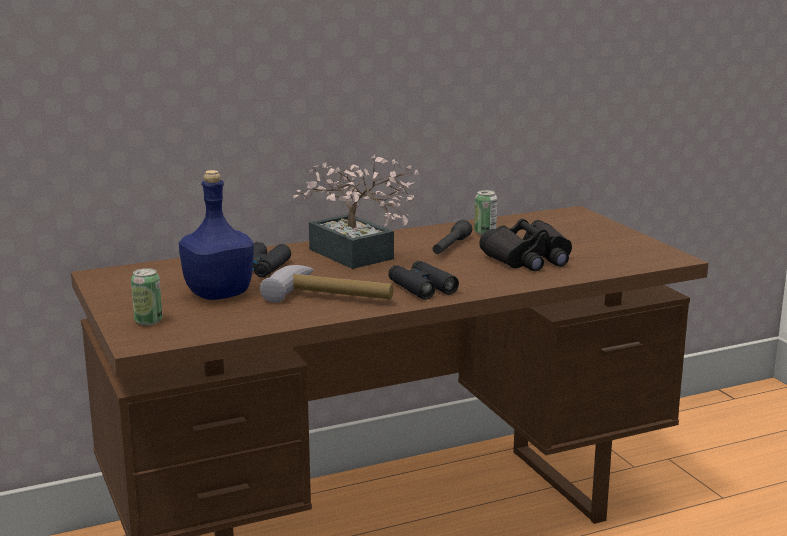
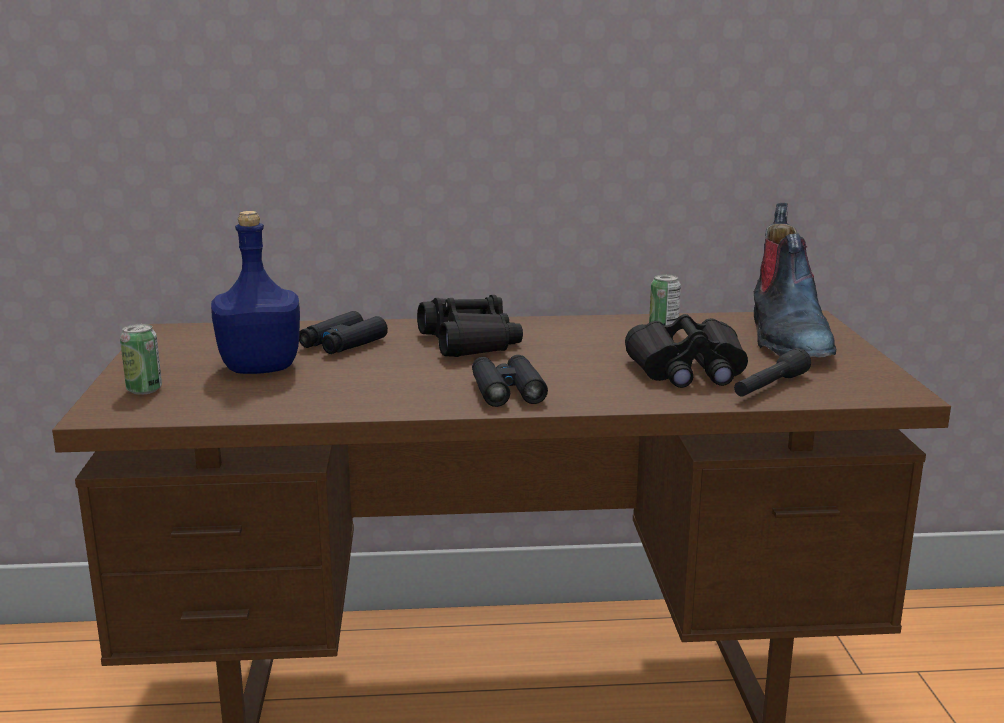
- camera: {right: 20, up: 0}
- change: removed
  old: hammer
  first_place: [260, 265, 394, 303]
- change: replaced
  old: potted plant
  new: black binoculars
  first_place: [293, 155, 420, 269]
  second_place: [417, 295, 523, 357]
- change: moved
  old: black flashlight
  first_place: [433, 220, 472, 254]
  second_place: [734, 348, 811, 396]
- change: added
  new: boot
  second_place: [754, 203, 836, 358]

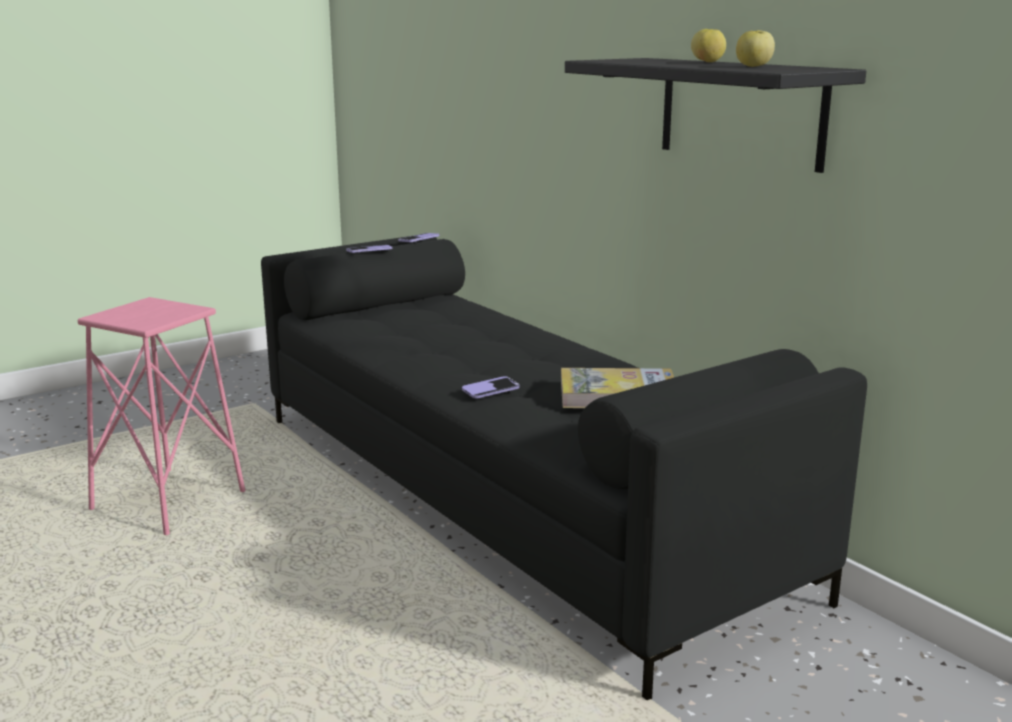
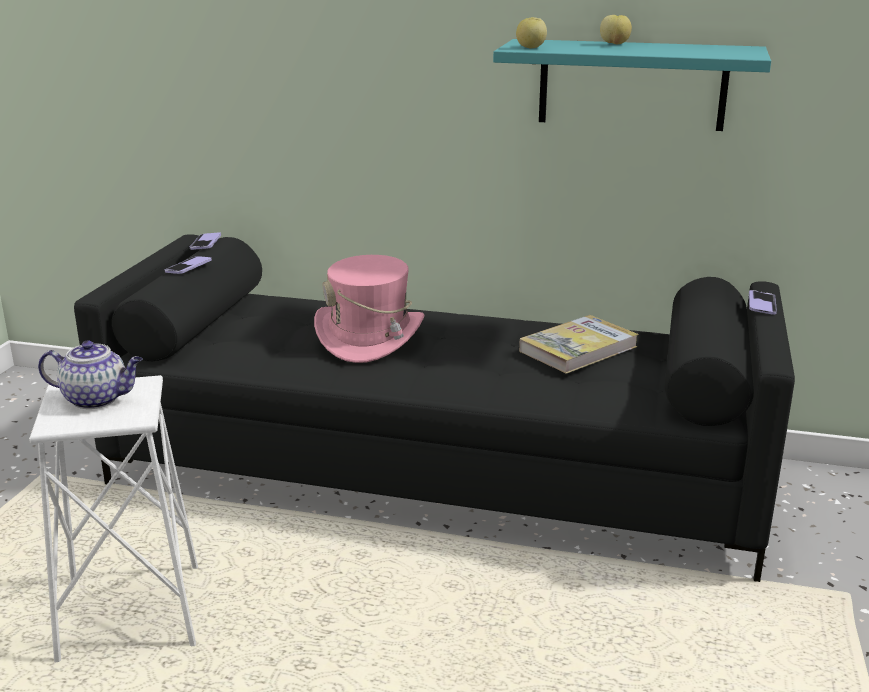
- camera: {right: -40, up: 5}
- change: recoloured
  old: pink stool
  new: white stool
  first_place: [77, 297, 246, 535]
  second_place: [29, 375, 198, 662]
- change: moved
  old: phone
  first_place: [462, 376, 520, 399]
  second_place: [749, 290, 777, 315]
- change: recoloured
  old: black shelf
  new: turquoise shelf
  first_place: [565, 58, 866, 173]
  second_place: [493, 39, 771, 131]
- change: moved
  old: apple
  first_place: [736, 30, 775, 67]
  second_place: [516, 17, 547, 48]
- change: added
  new: teapot
  second_place: [38, 341, 143, 409]
- change: added
  new: pink hat
  second_place: [314, 255, 424, 363]

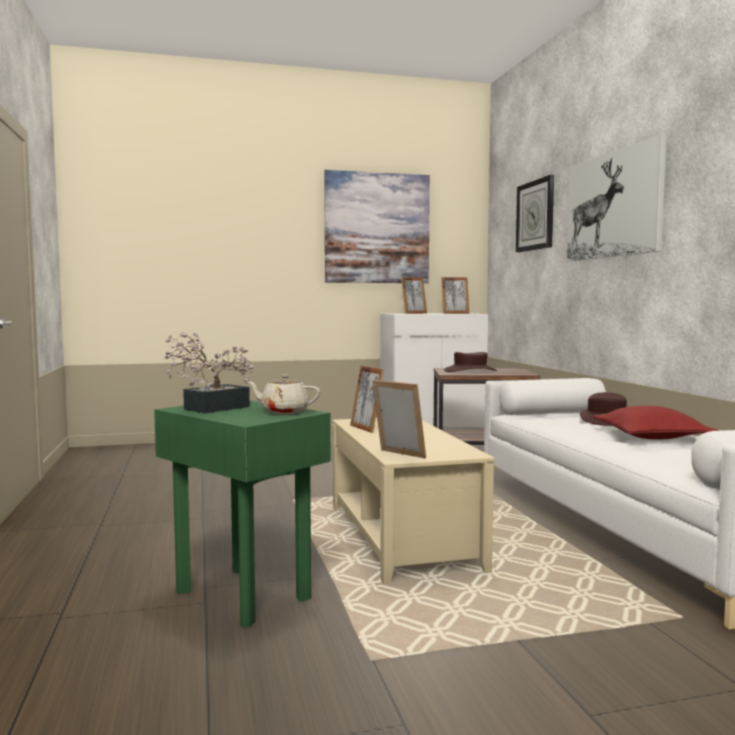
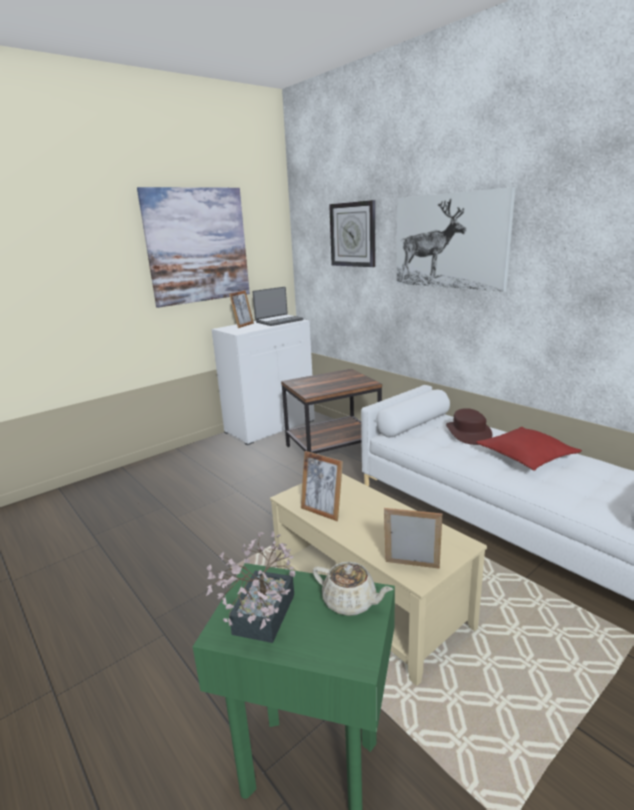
- camera: {right: -25, up: 15}
- change: turned
  old: beige teapot
  first_place: [247, 374, 320, 414]
  second_place: [312, 562, 393, 616]
  degrees: -135
- change: replaced
  old: picture frame
  new: laptop
  first_place: [441, 277, 469, 314]
  second_place: [253, 287, 303, 326]
- change: removed
  old: brown hat
  first_place: [444, 352, 497, 372]

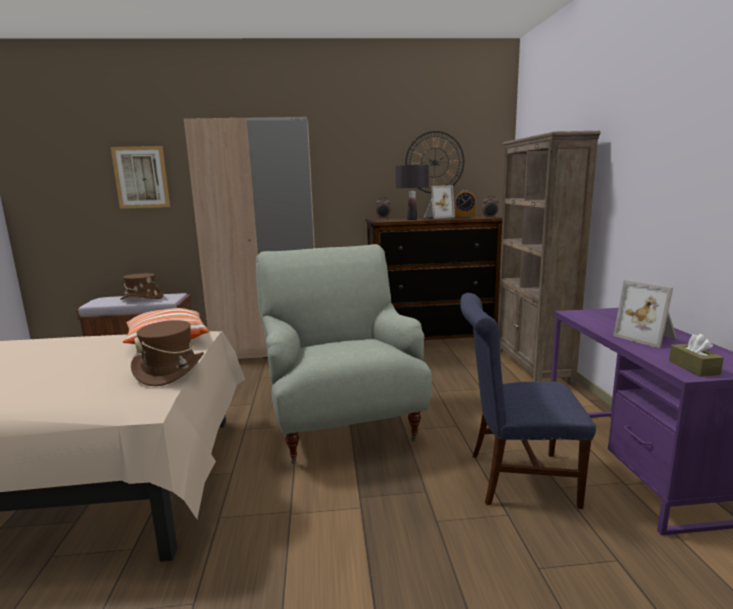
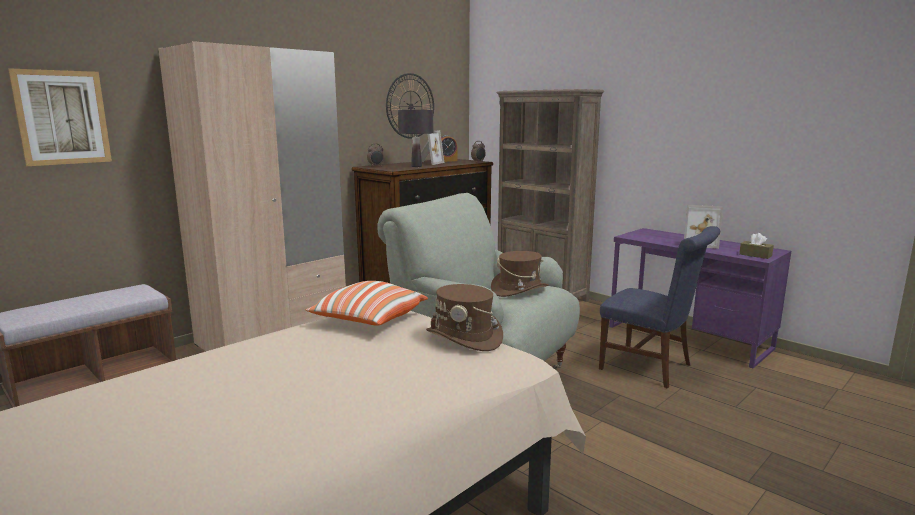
- camera: {right: -40, up: 0}
- change: moved
  old: brown hat
  first_place: [120, 273, 163, 300]
  second_place: [491, 251, 548, 297]
- change: turned
  old: blue chair
  first_place: [460, 293, 596, 509]
  second_place: [599, 226, 720, 388]
  degrees: -105

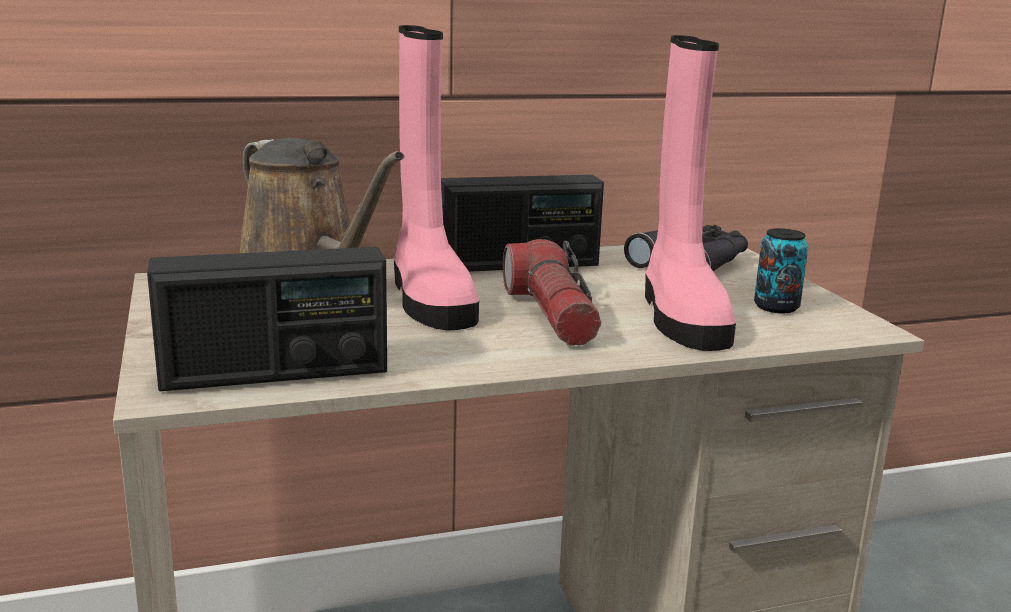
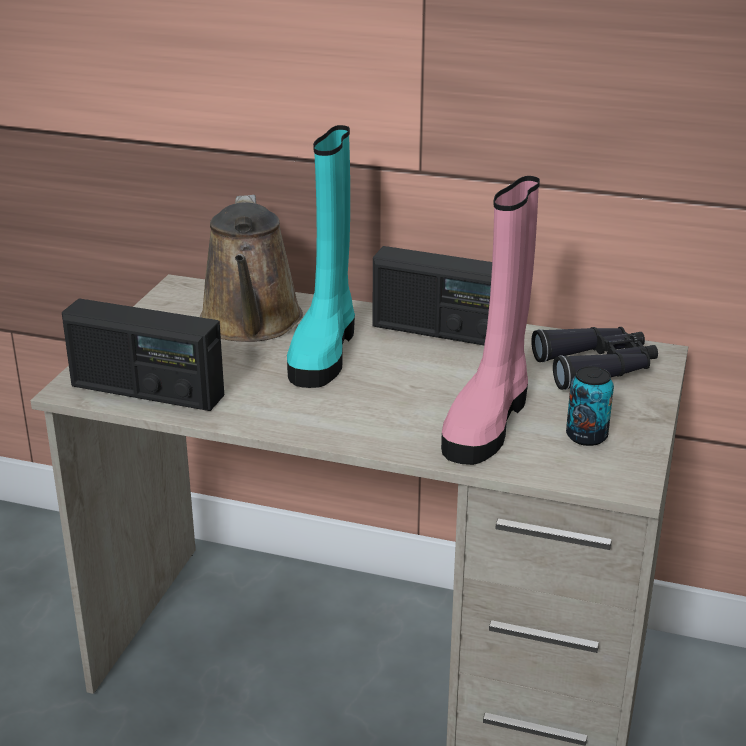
- camera: {right: 35, up: 10}
- change: recoloured
  old: pink boot
  new: turquoise boot
  first_place: [394, 25, 479, 330]
  second_place: [287, 125, 355, 388]
- change: removed
  old: flashlight
  first_place: [503, 239, 601, 346]

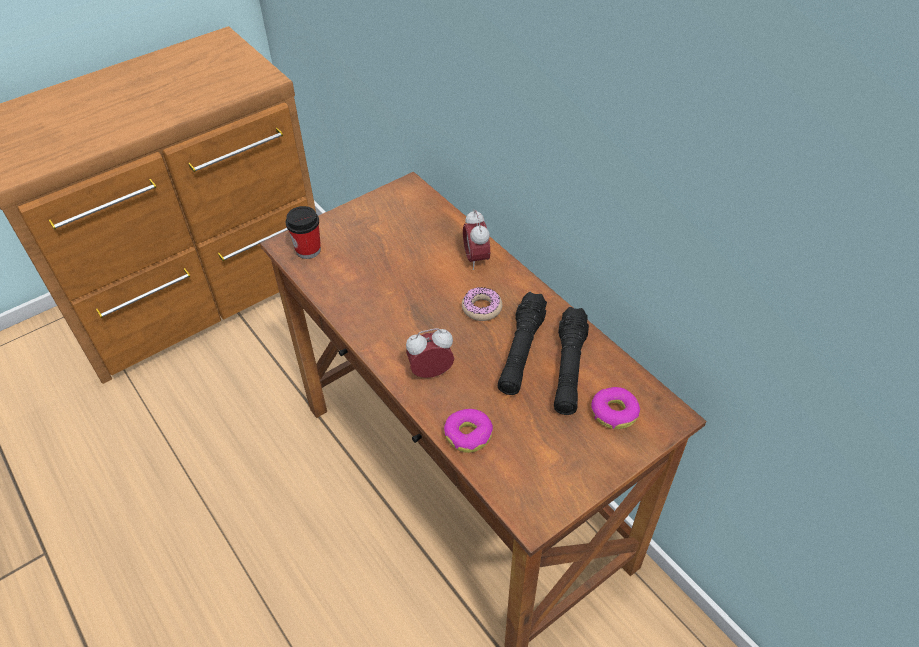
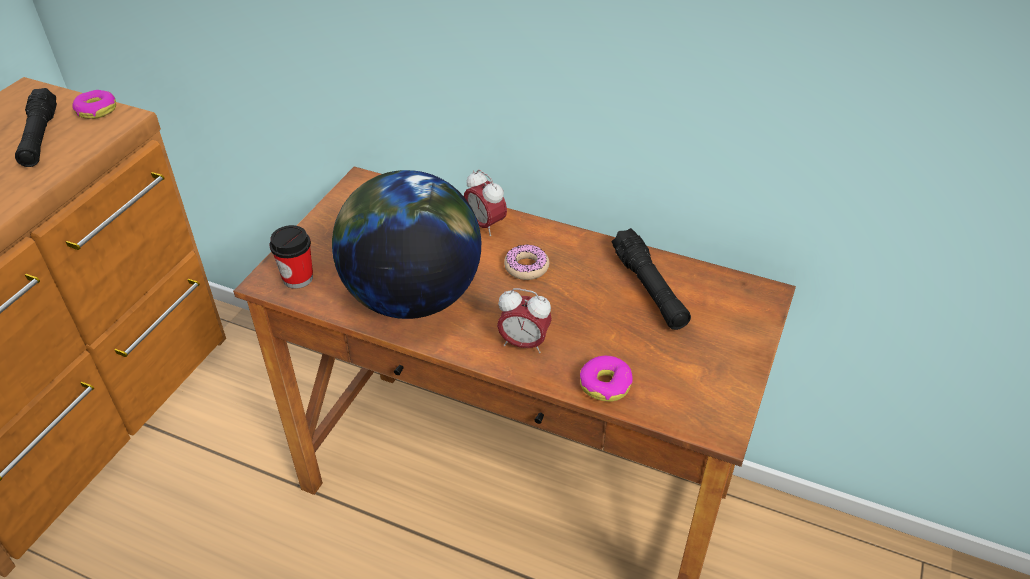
- camera: {right: -30, up: -5}
- change: turned
  old: alarm clock
  first_place: [406, 328, 454, 378]
  second_place: [497, 288, 552, 353]
  degrees: -120
- change: moved
  old: black flashlight
  first_place: [498, 292, 547, 395]
  second_place: [15, 88, 57, 167]
- change: moved
  old: donut
  first_place: [591, 387, 640, 429]
  second_place: [72, 90, 116, 119]
- change: added
  new: globe
  second_place: [332, 170, 481, 319]

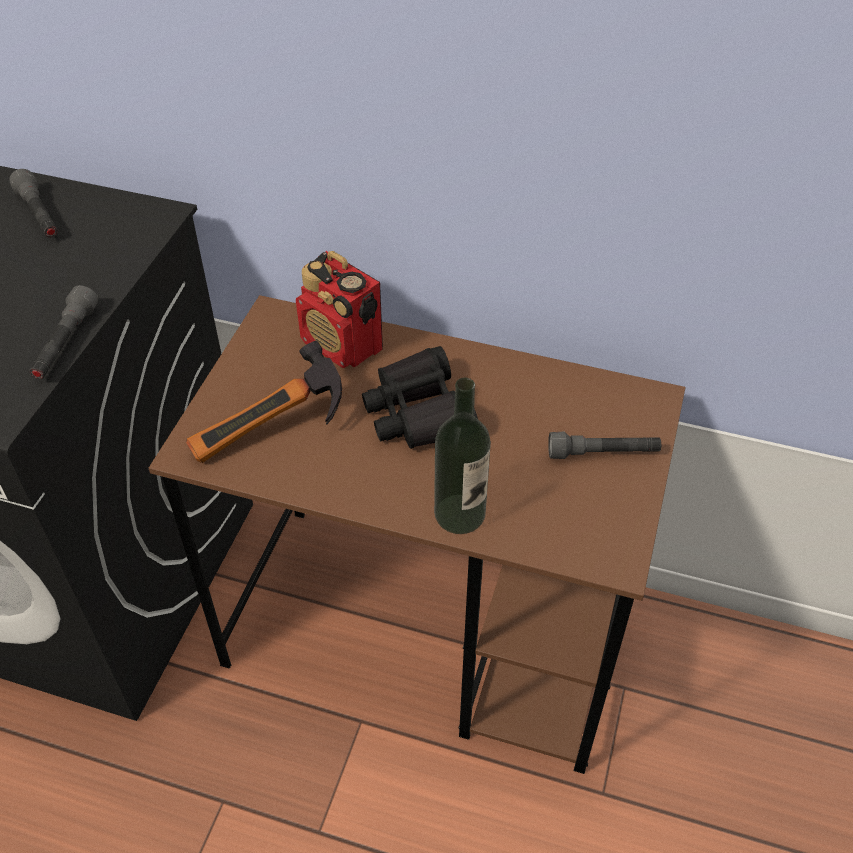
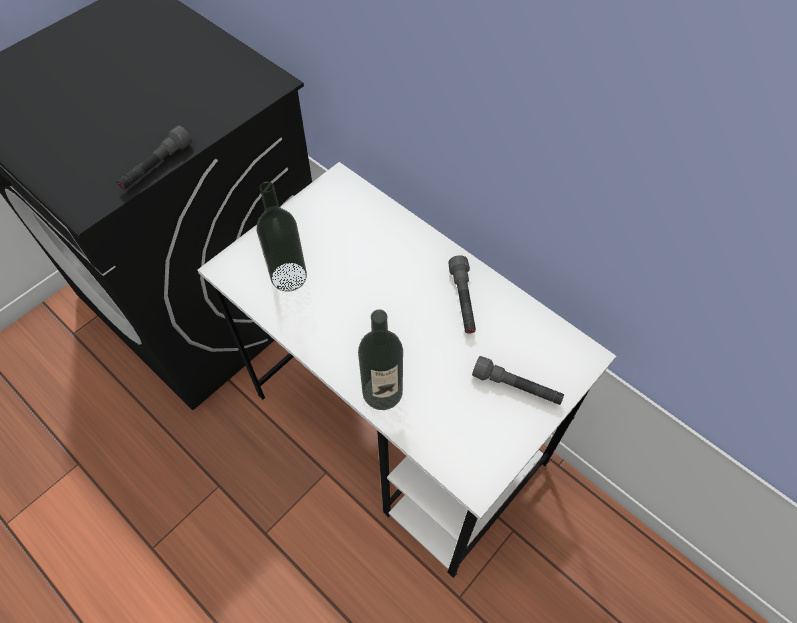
- camera: {right: 25, up: 10}
- change: moved
  old: grey flashlight
  first_place: [9, 169, 58, 238]
  second_place: [448, 255, 476, 334]
- change: recoloured
  old: brown desk
  new: white desk
  first_place: [149, 295, 685, 774]
  second_place: [198, 162, 616, 578]
- change: replaced
  old: hammer
  new: bottle
  first_place: [186, 341, 342, 463]
  second_place: [257, 182, 307, 292]
- change: removed
  old: radio
  first_place: [296, 251, 383, 368]
- change: removed
  old: black binoculars
  first_place: [362, 346, 478, 449]

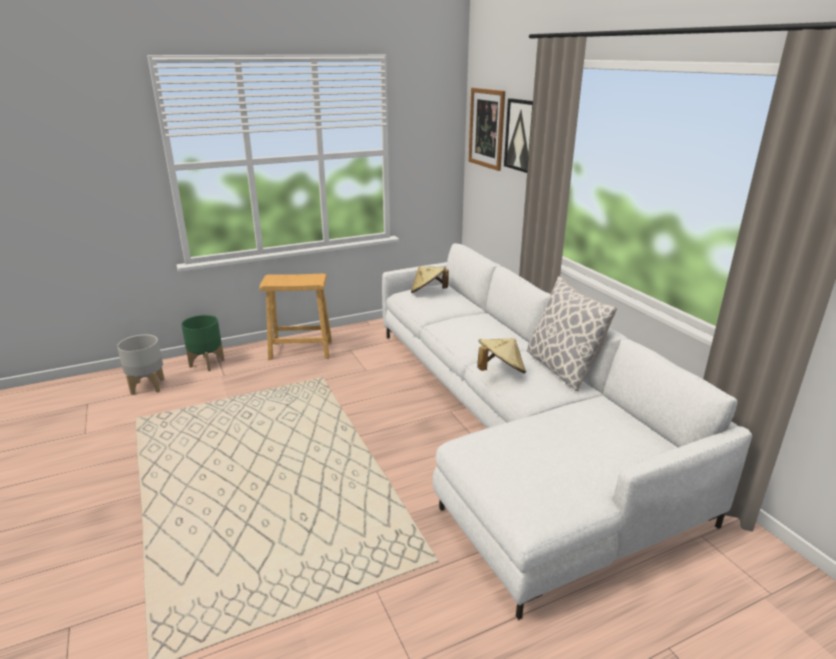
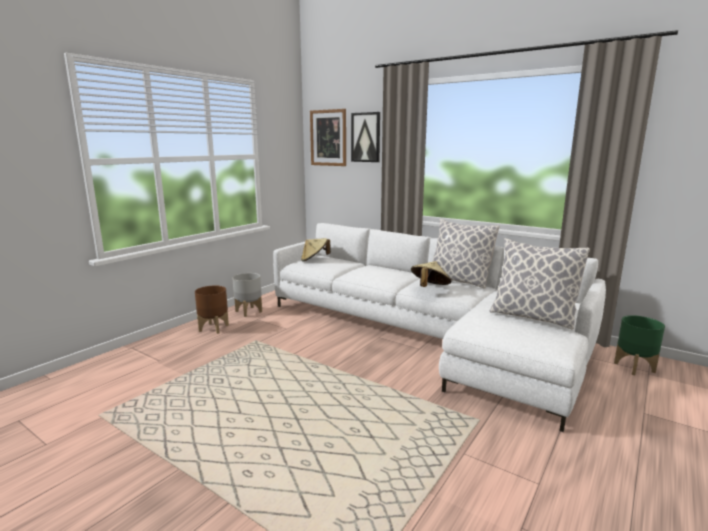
- camera: {right: -30, up: -10}
- change: moved
  old: grey planter
  first_place: [117, 334, 165, 395]
  second_place: [232, 273, 262, 317]
- change: moved
  old: green planter
  first_place: [181, 315, 225, 371]
  second_place: [614, 315, 665, 375]
- change: replaced
  old: brown stool
  new: brown planter
  first_place: [260, 273, 332, 360]
  second_place: [195, 285, 229, 334]
- change: added
  new: pillow
  second_place: [490, 238, 590, 329]

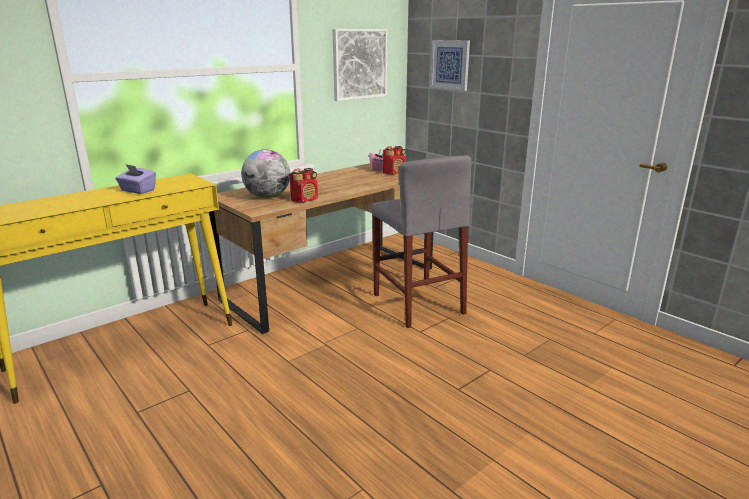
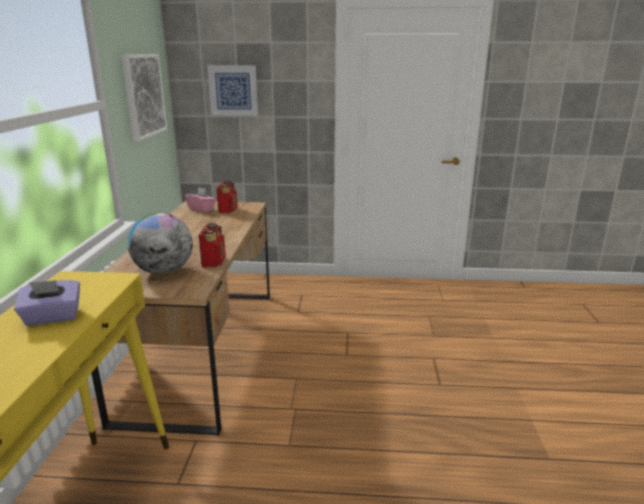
- camera: {right: -45, up: 0}
- change: removed
  old: grey stool
  first_place: [371, 155, 472, 328]

